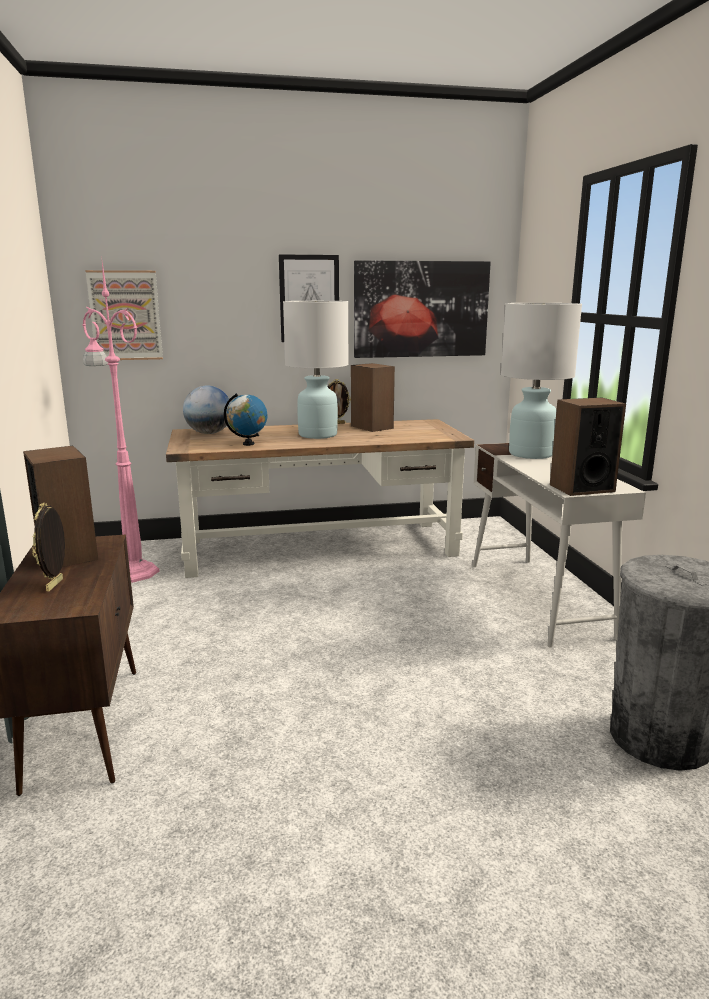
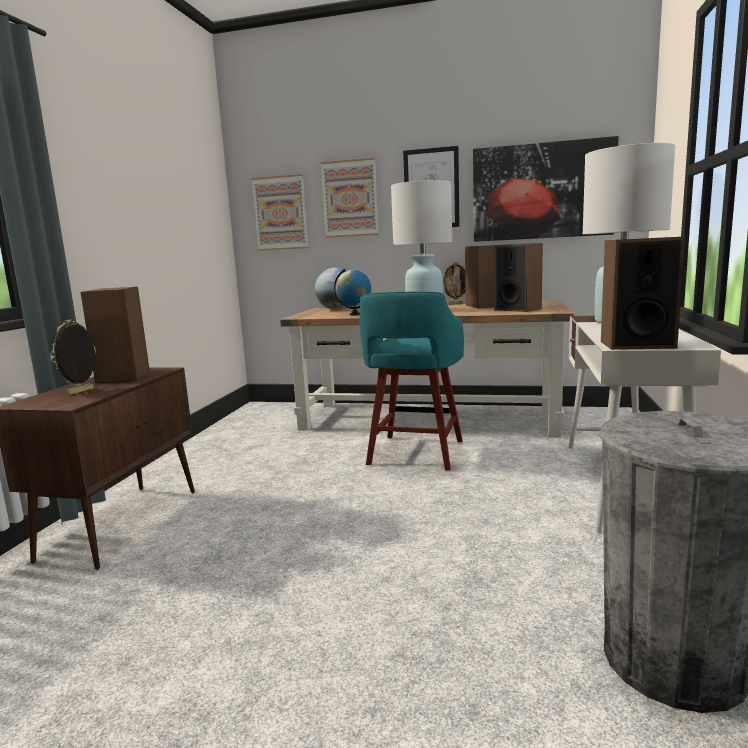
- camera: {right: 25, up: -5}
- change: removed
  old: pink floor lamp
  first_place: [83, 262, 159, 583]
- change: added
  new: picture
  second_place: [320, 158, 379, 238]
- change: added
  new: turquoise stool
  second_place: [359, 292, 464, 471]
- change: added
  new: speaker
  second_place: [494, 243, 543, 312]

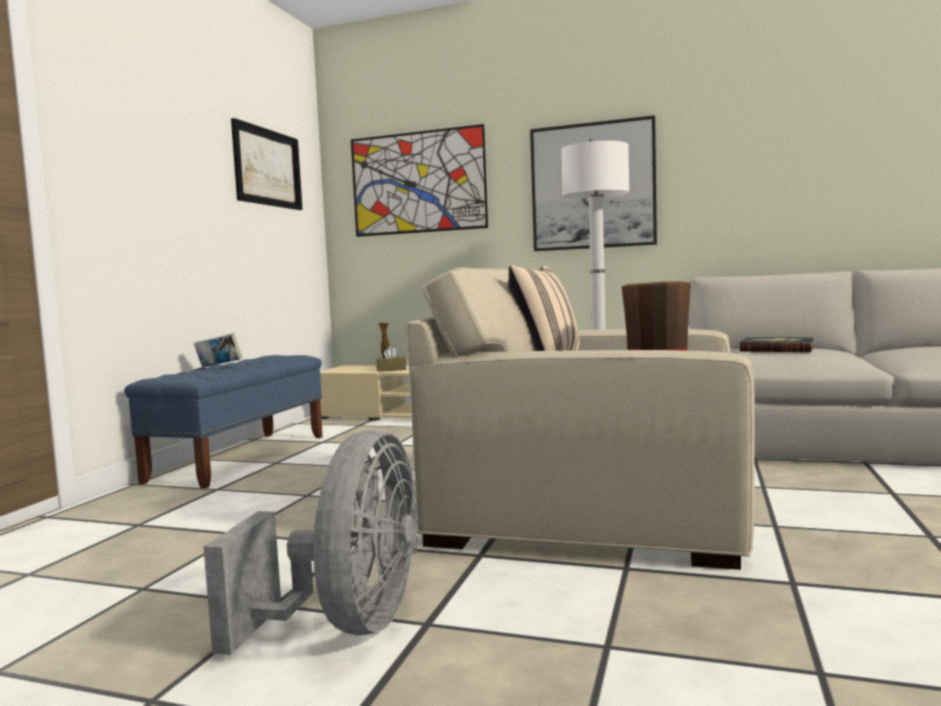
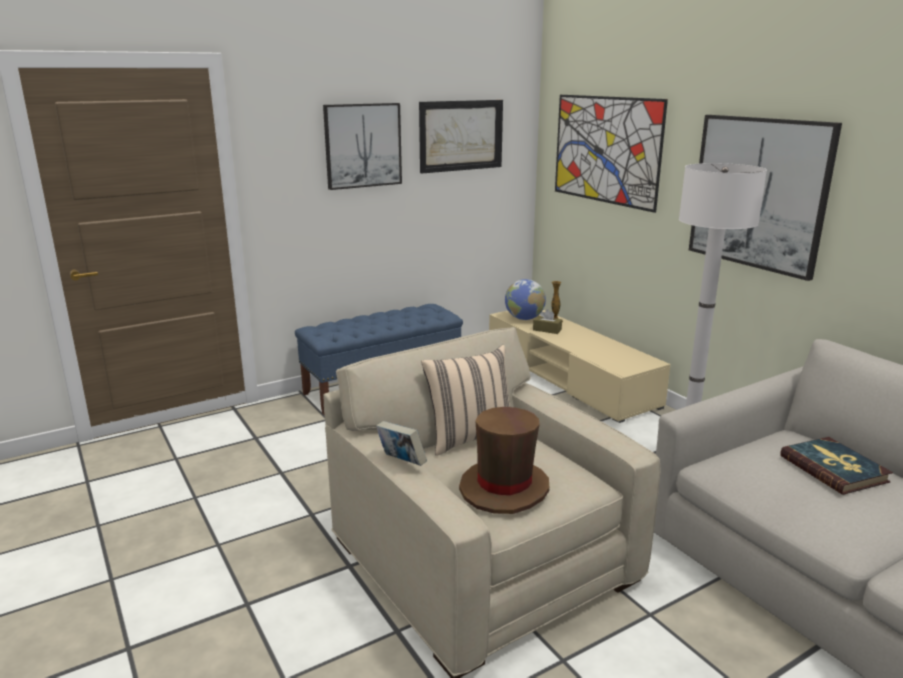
- camera: {right: 40, up: 15}
- change: moved
  old: book
  first_place: [194, 333, 242, 368]
  second_place: [376, 421, 427, 466]
- change: removed
  old: grey fan
  first_place: [203, 430, 418, 655]
- change: added
  new: picture
  second_place: [323, 103, 402, 190]
- change: added
  new: globe
  second_place: [505, 279, 546, 320]

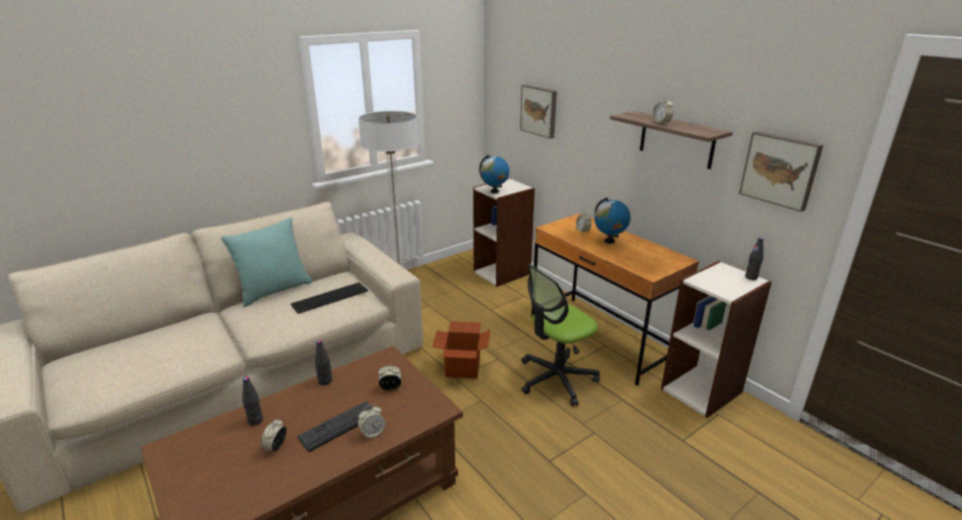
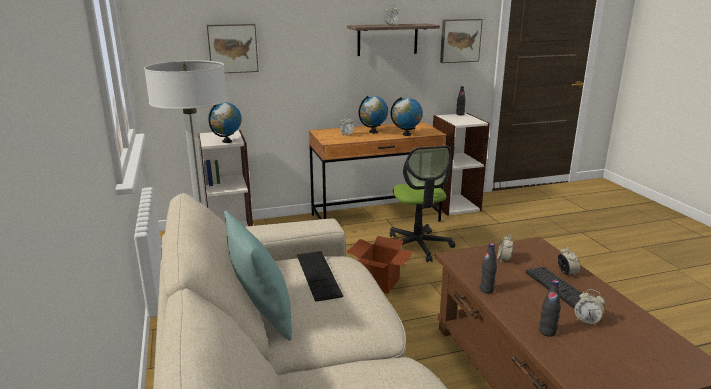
- camera: {right: -70, up: -5}
- change: added
  new: globe
  second_place: [390, 97, 423, 136]

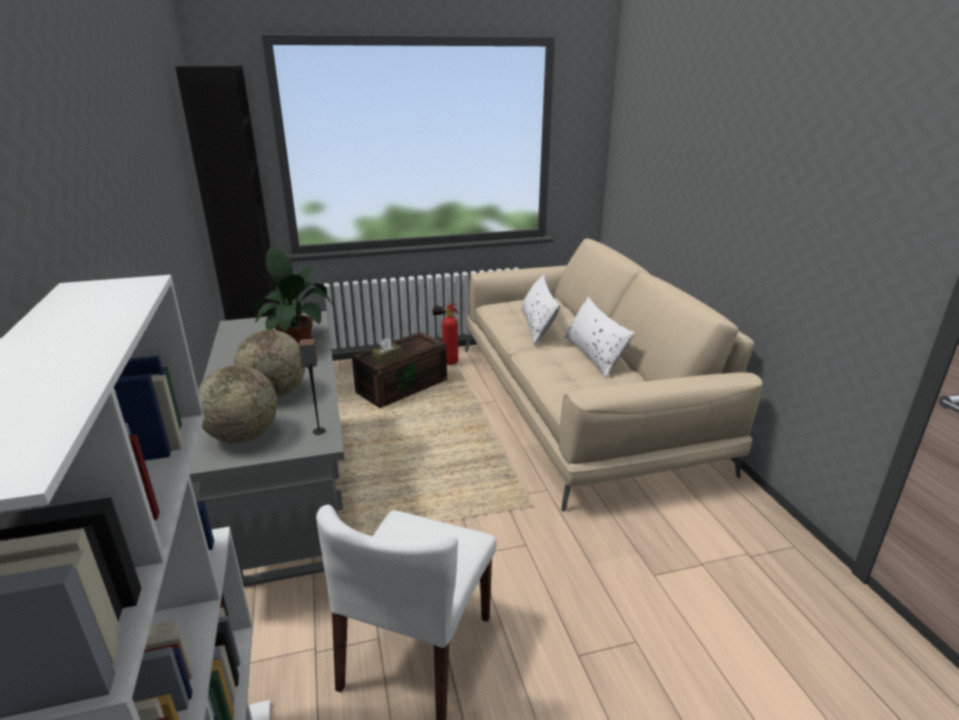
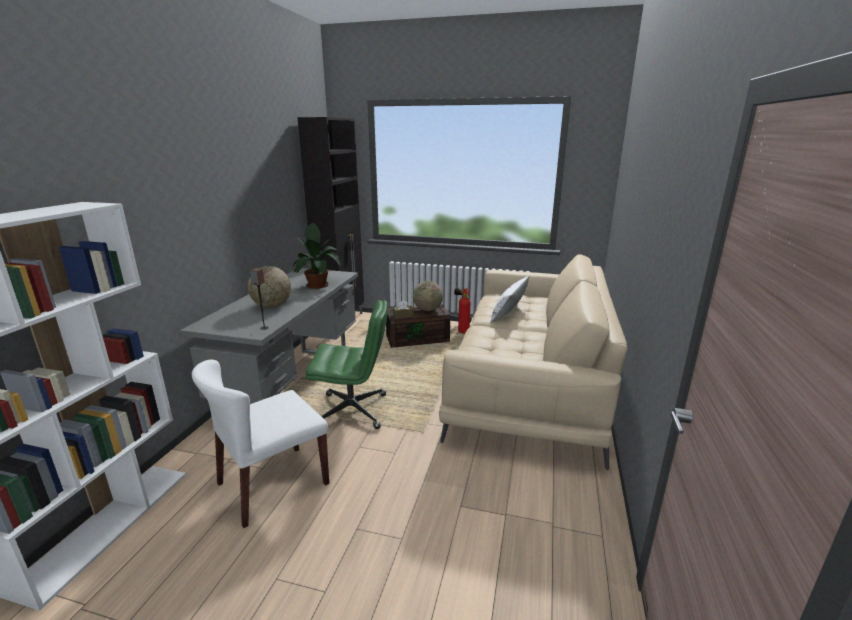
- camera: {right: 30, up: -5}
- change: moved
  old: globe
  first_place: [198, 365, 277, 443]
  second_place: [413, 281, 443, 311]
- change: removed
  old: white pillow
  first_place: [564, 297, 635, 378]
- change: added
  new: green office chair
  second_place: [306, 300, 387, 429]

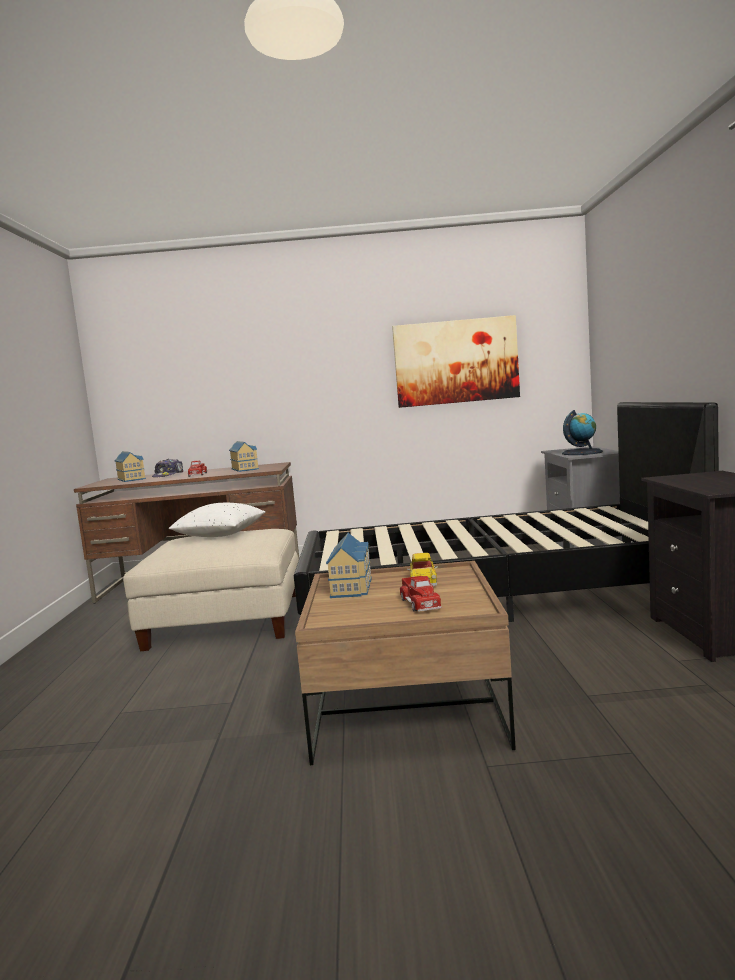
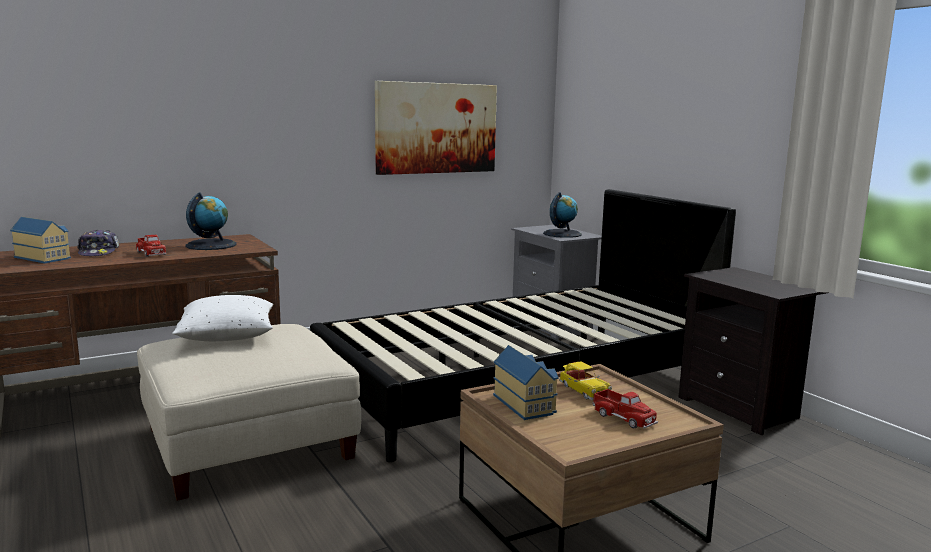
- camera: {right: -30, up: 5}
- change: replaced
  old: toy house
  new: globe
  first_place: [229, 441, 259, 472]
  second_place: [185, 192, 237, 250]

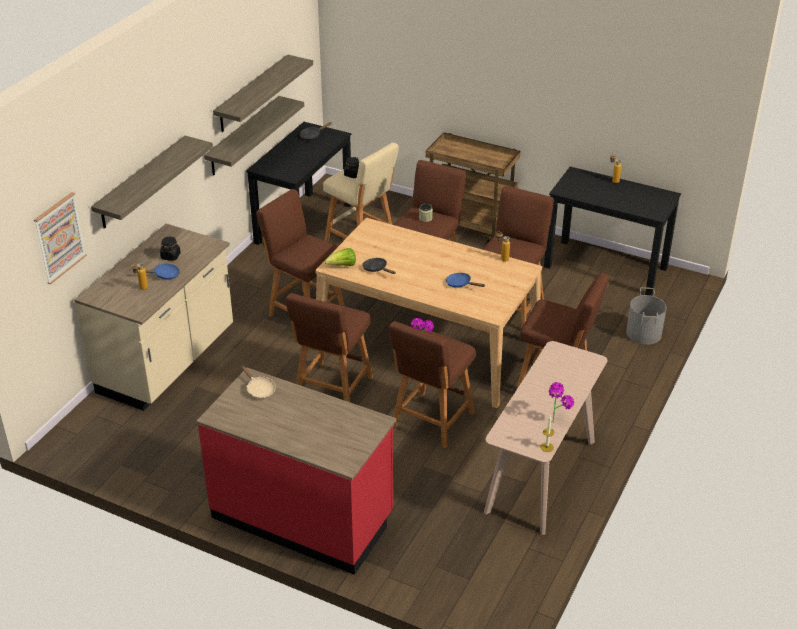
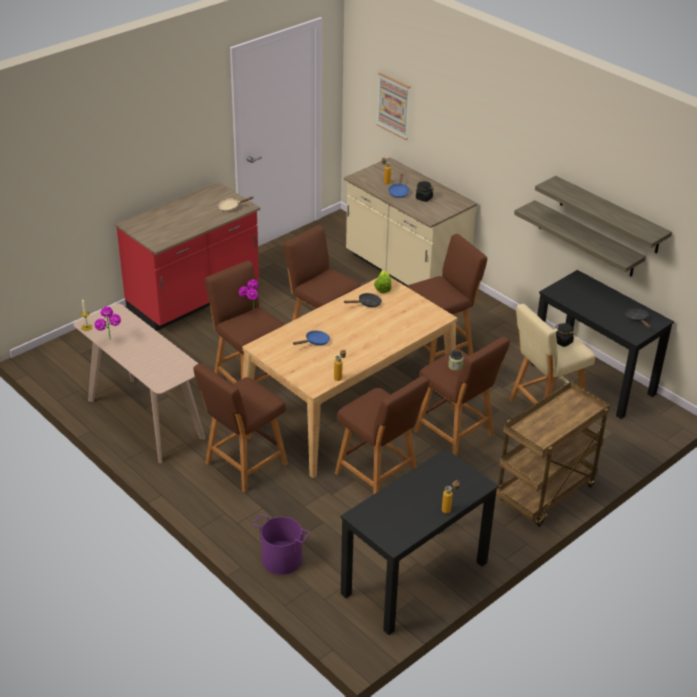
- camera: {right: 110, up: 0}
- change: removed
  old: shelf
  first_place: [91, 136, 213, 229]
- change: recoloured
  old: grey bucket
  new: purple bucket
  first_place: [626, 287, 666, 345]
  second_place: [253, 514, 310, 575]

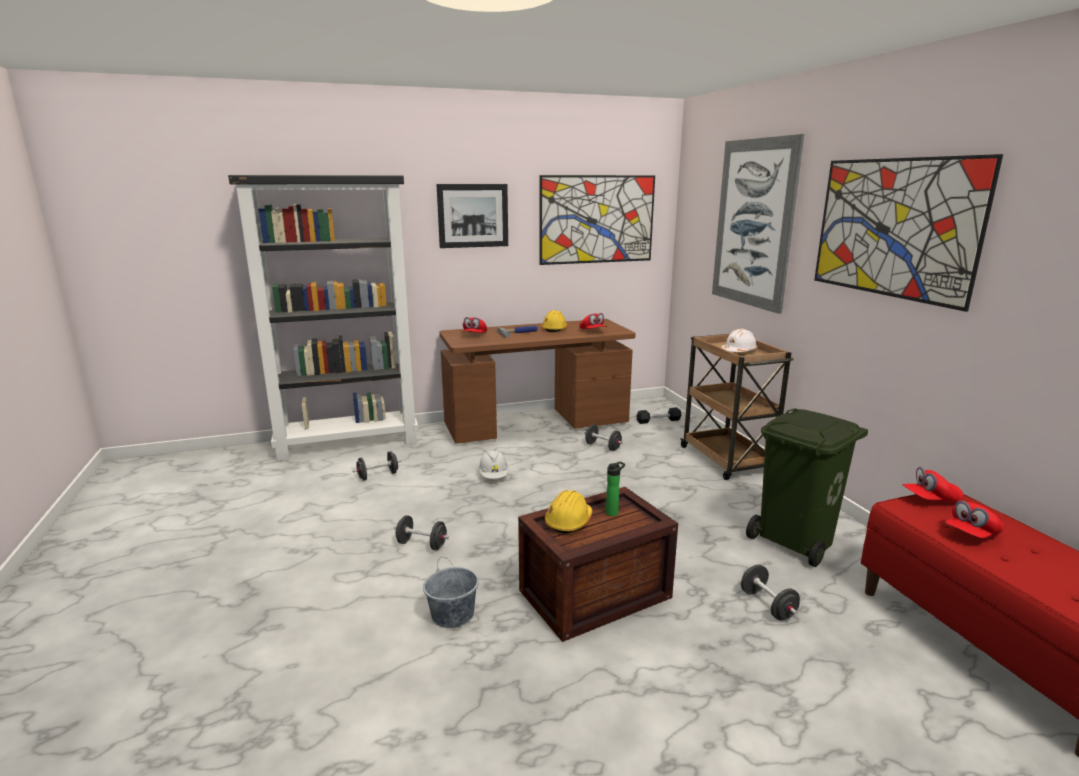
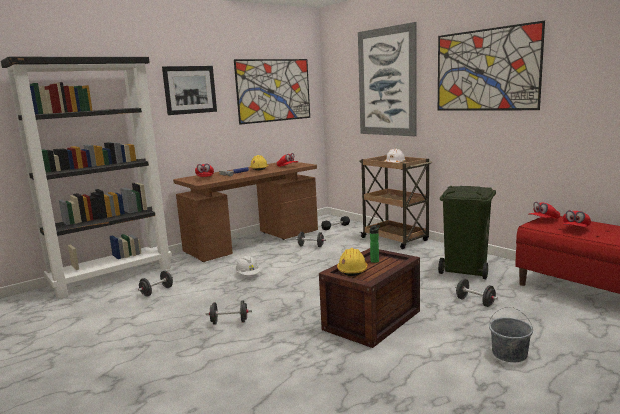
- camera: {right: -20, up: -5}
- change: moved
  old: grey bucket
  first_place: [423, 557, 479, 628]
  second_place: [489, 307, 533, 362]

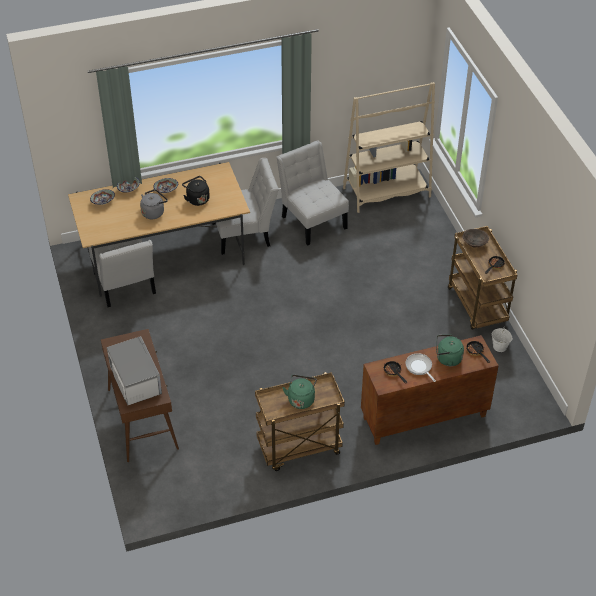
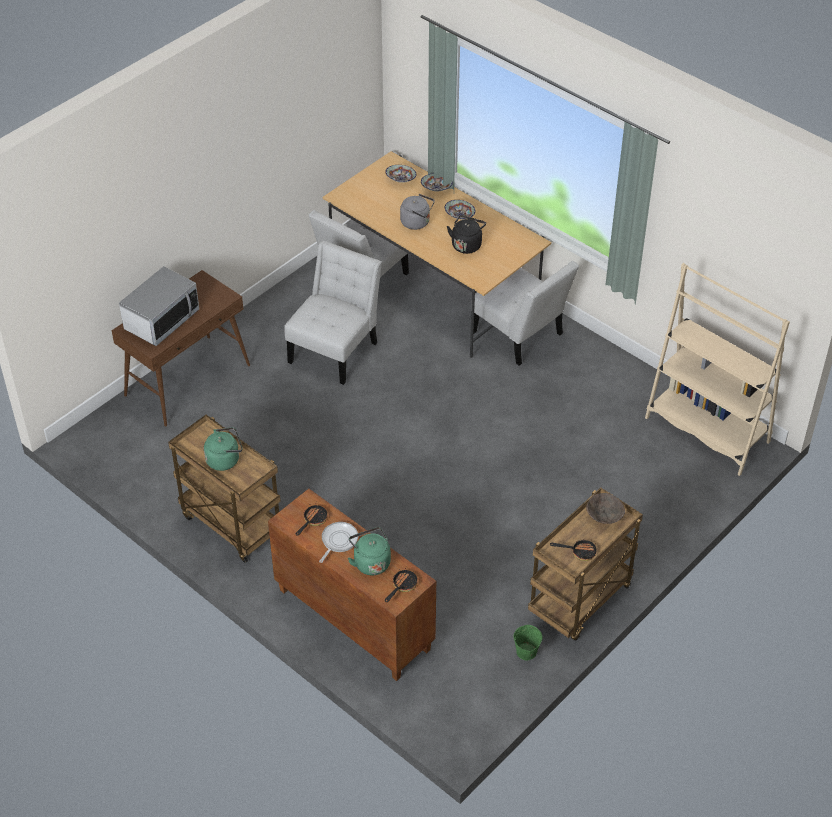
- camera: {right: 60, up: 0}
- change: moved
  old: white chair
  first_place: [277, 140, 349, 246]
  second_place: [284, 241, 382, 385]
- change: recoloured
  old: white bucket
  new: green bucket
  first_place: [492, 326, 513, 352]
  second_place: [514, 625, 542, 660]

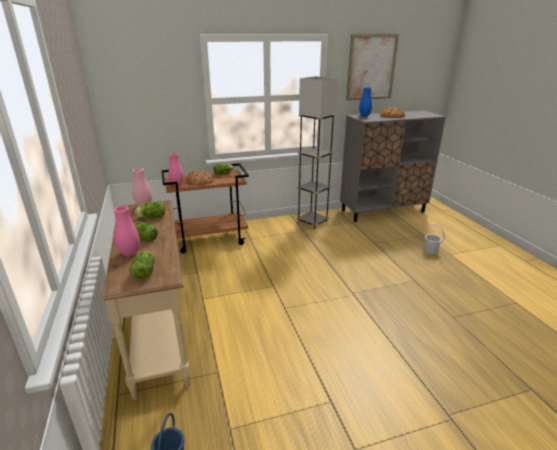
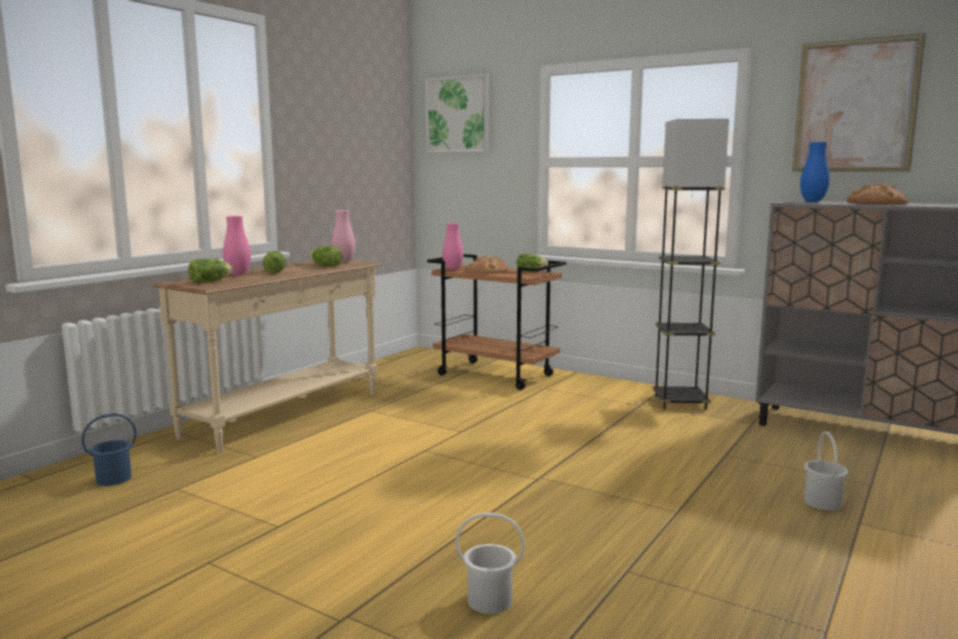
- camera: {right: 50, up: -15}
- change: added
  new: picture
  second_place: [425, 74, 489, 153]
- change: added
  new: white bucket
  second_place: [455, 513, 525, 614]

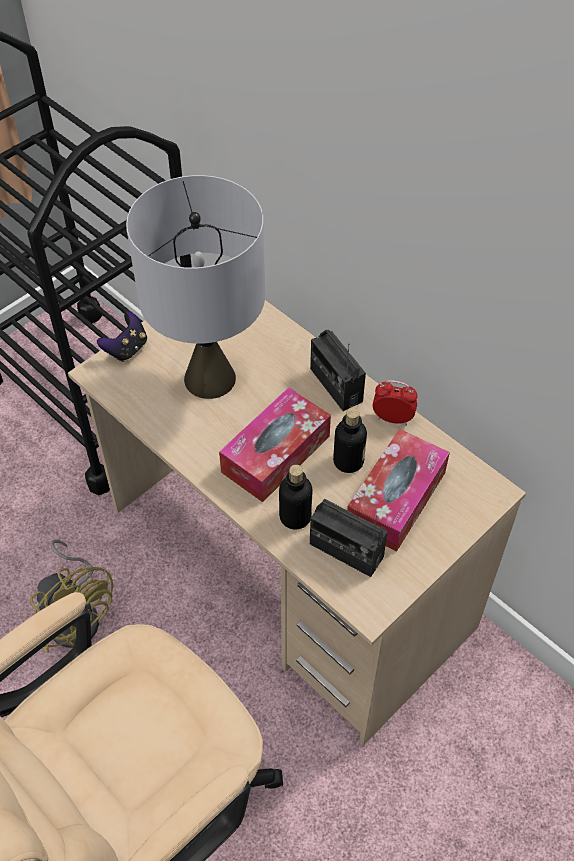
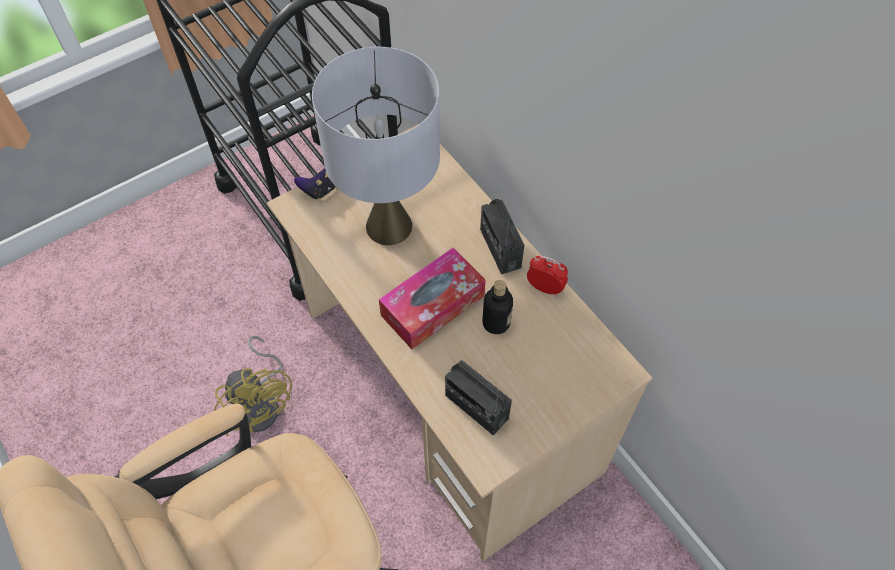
- camera: {right: 10, up: 5}
- change: removed
  old: bottle
  first_place: [279, 465, 312, 530]
- change: removed
  old: tissue box
  first_place: [347, 429, 450, 552]

